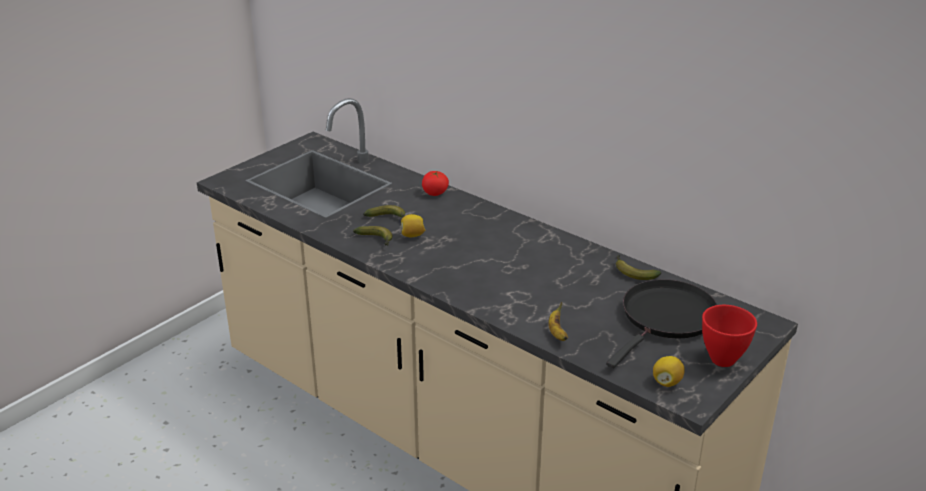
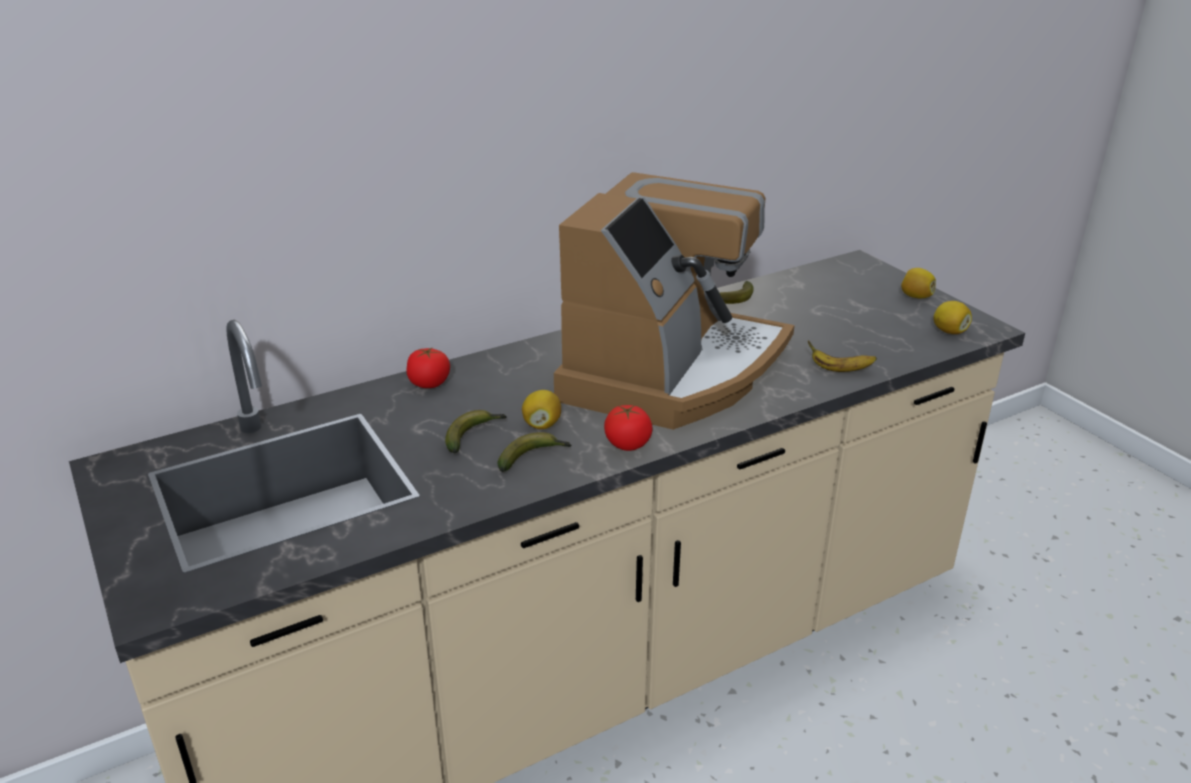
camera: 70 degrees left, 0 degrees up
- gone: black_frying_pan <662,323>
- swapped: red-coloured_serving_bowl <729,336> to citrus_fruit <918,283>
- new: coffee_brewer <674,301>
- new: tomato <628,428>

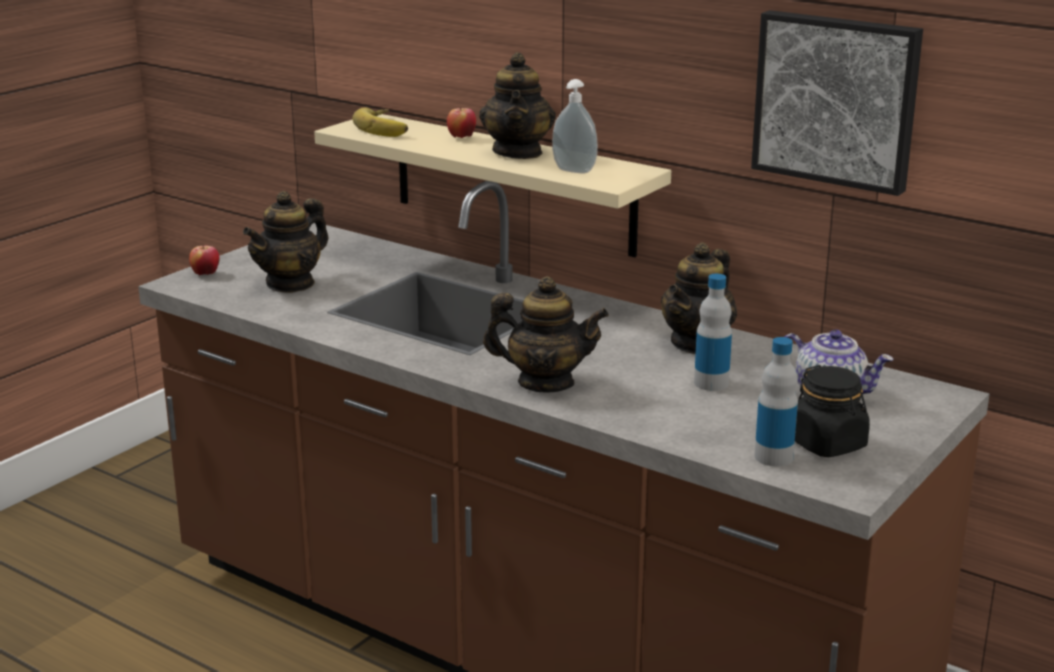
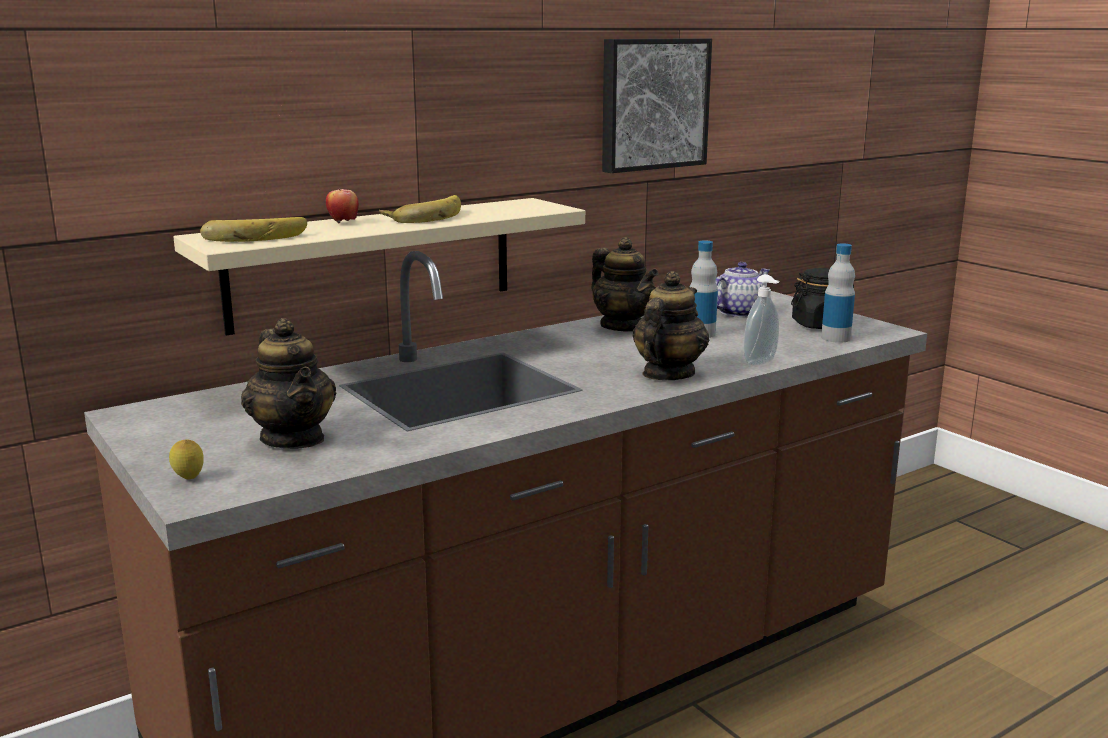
camera: 70 degrees left, 5 degrees down
- swapped: apple_fruit <204,260> to citrus_fruit <186,460>
- swapped: tea_pot <517,105> to banana <420,209>
- shifted: soap_dispenser <575,126> to <762,320>

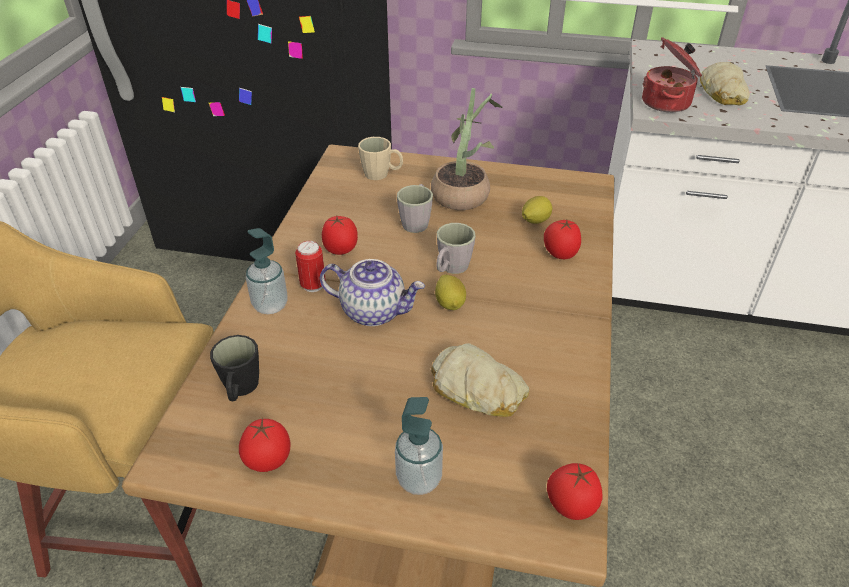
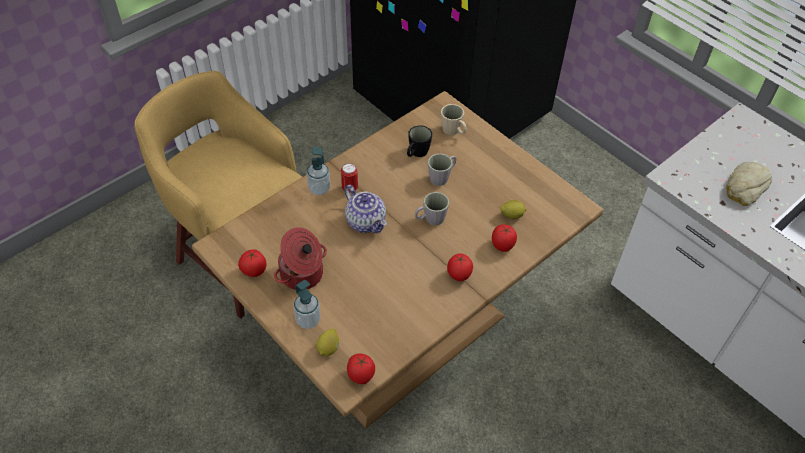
camera: 35 degrees right, 10 degrees up
- shifted: black_mug <234,368> to <419,141>
- shifted: tomato <340,235> to <460,267>
- gone: potted_plant <467,149>
- gone: bread <480,380>
- shifted: citrus_fruit <450,292> to <327,342>
- shifted: stockpot <672,74> to <300,258>

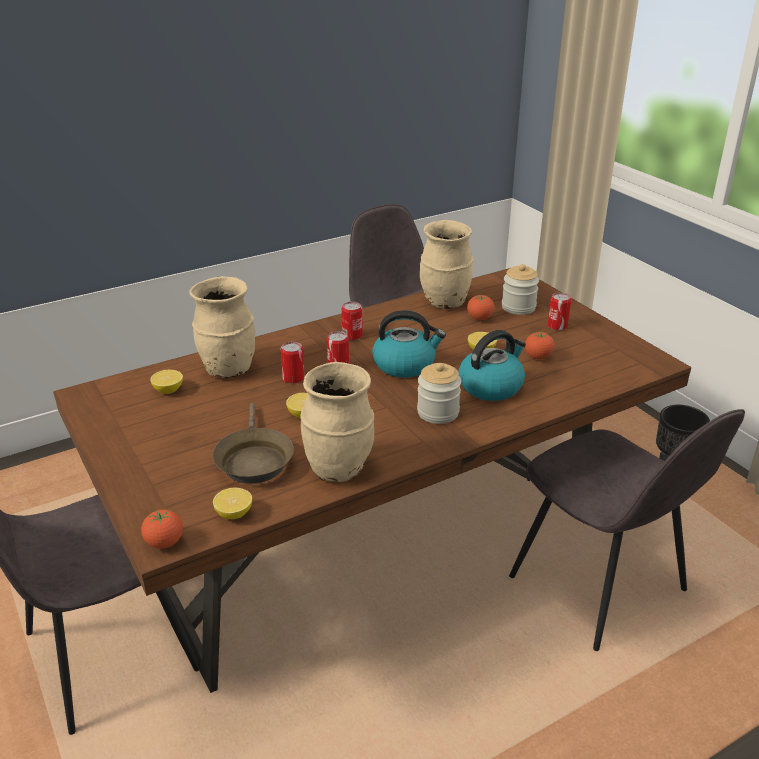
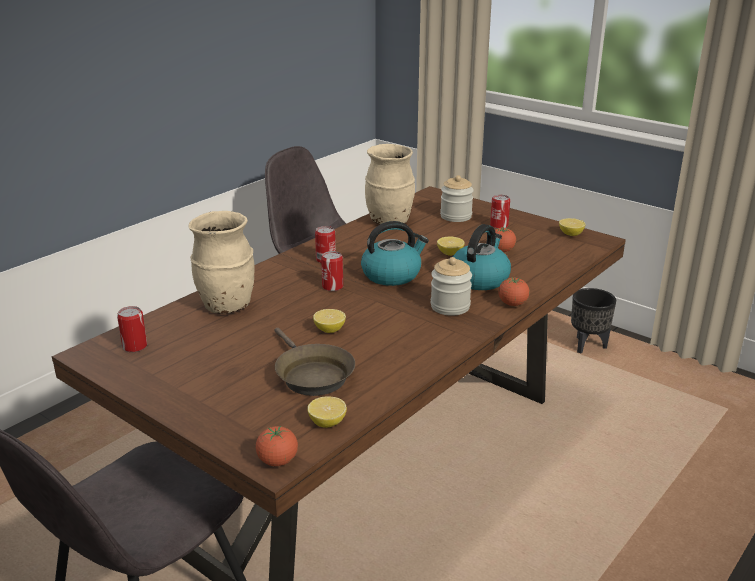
camera: 20 degrees left, 5 degrees down
- shifted: citrus_fruit <166,382> to <572,227>
- shifted: metal_can <293,363> to <132,329>
- gone: sand-coloured_vase <337,422>
- shifted: tomato <481,307> to <513,291>
- gone: gray_chair <627,530>

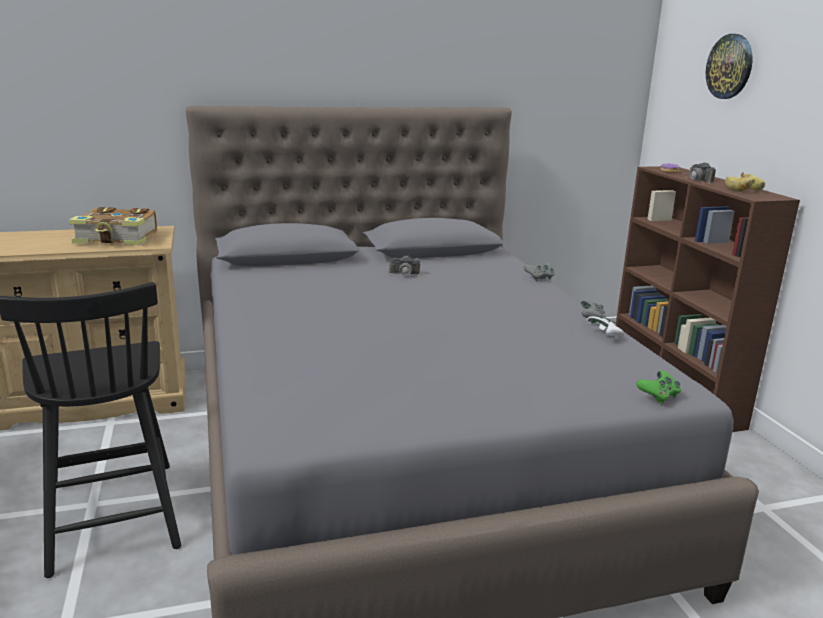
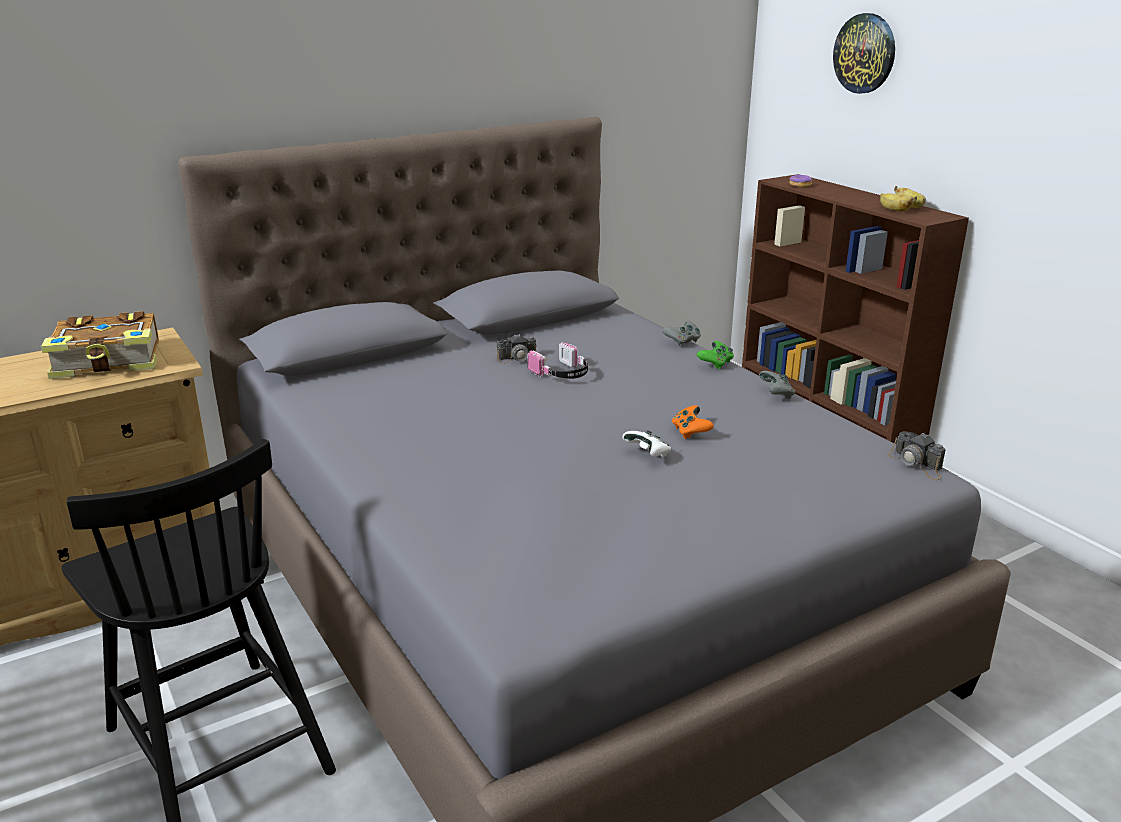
camera: 15 degrees left, 5 degrees up
- shifted: whitish_joypad <605,327> to <646,443>
- shifted: green-coloured_joypad <658,387> to <715,355>
- shifted: still_camera <700,173> to <917,455>
- new: headphones <557,360>
- new: orangey_joypad <693,422>

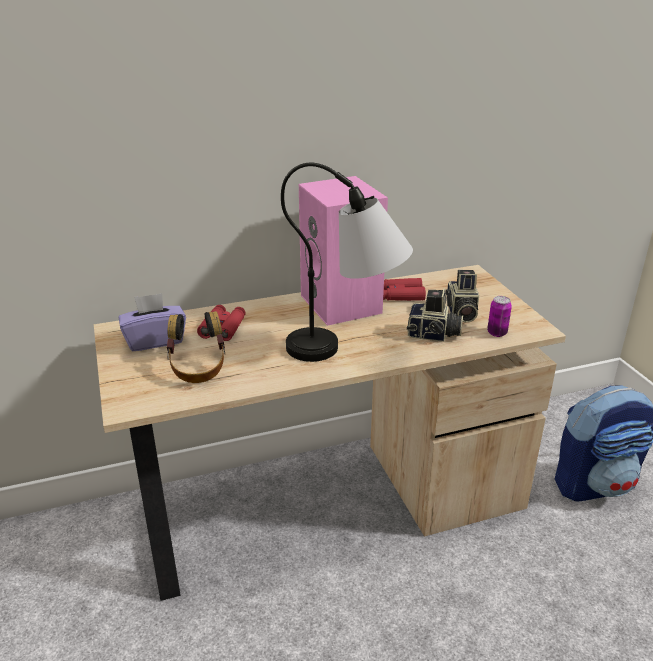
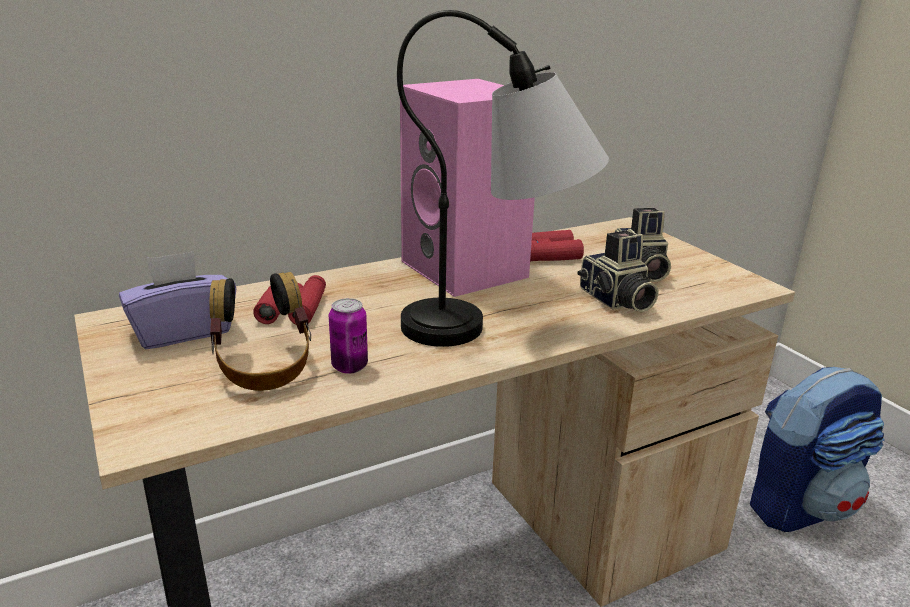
camera: 10 degrees left, 5 degrees down
- rotated: still_camera <435,315> = <618,272> 60 degrees clockwise
- shifted: metal_can <499,316> to <348,336>

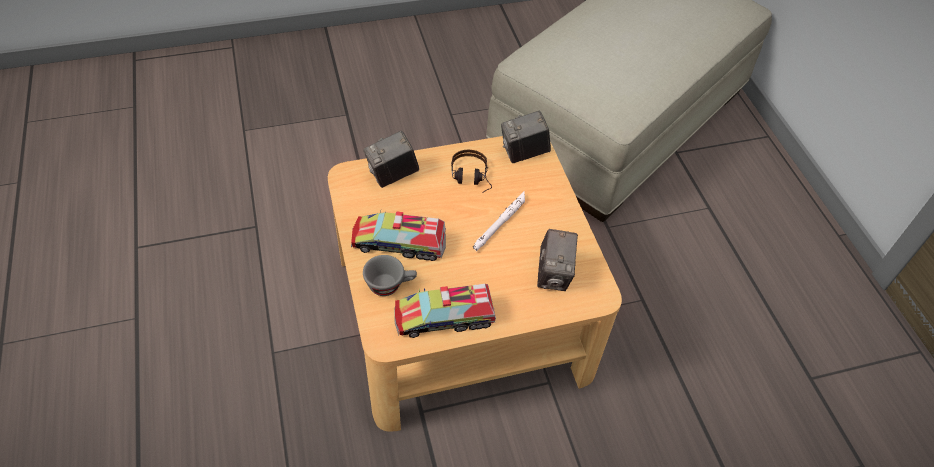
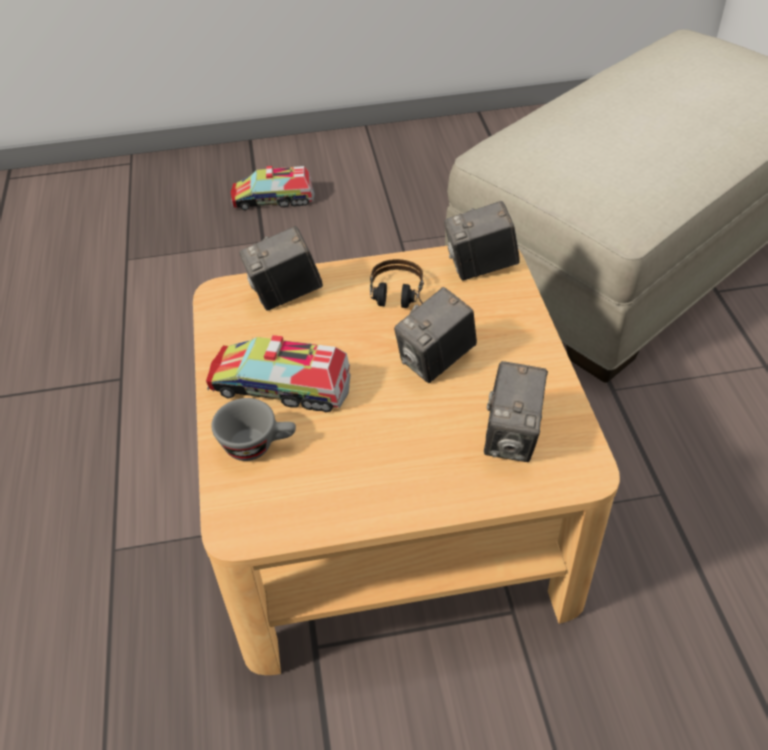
camera: 10 degrees right, 5 degrees down
- shifted: toy_lorry <445,311> to <273,188>
- swapped: whitish_hand_torch <499,221> to still_camera <435,335>

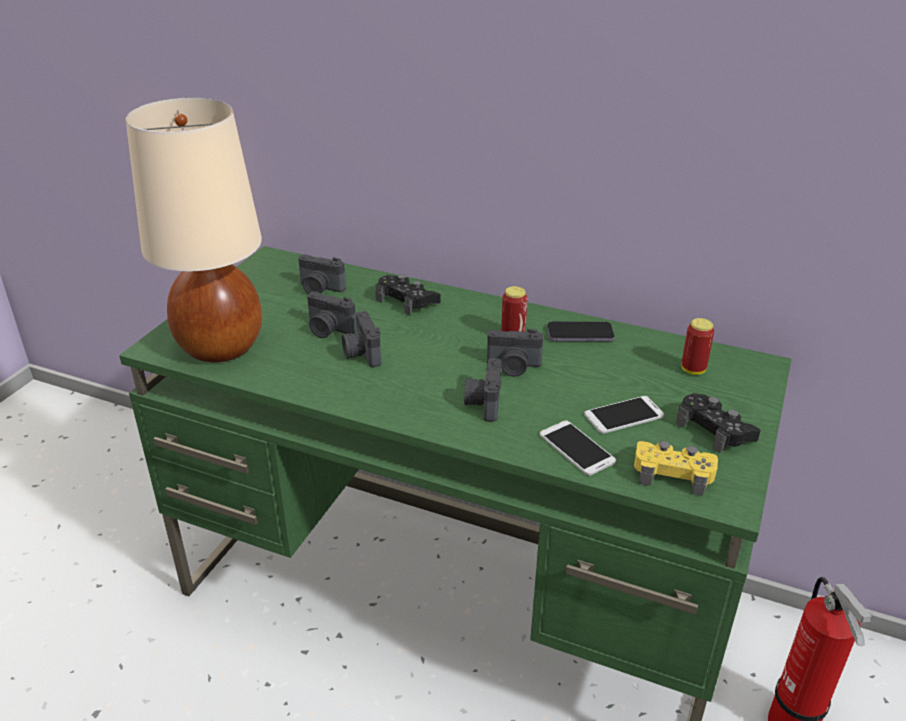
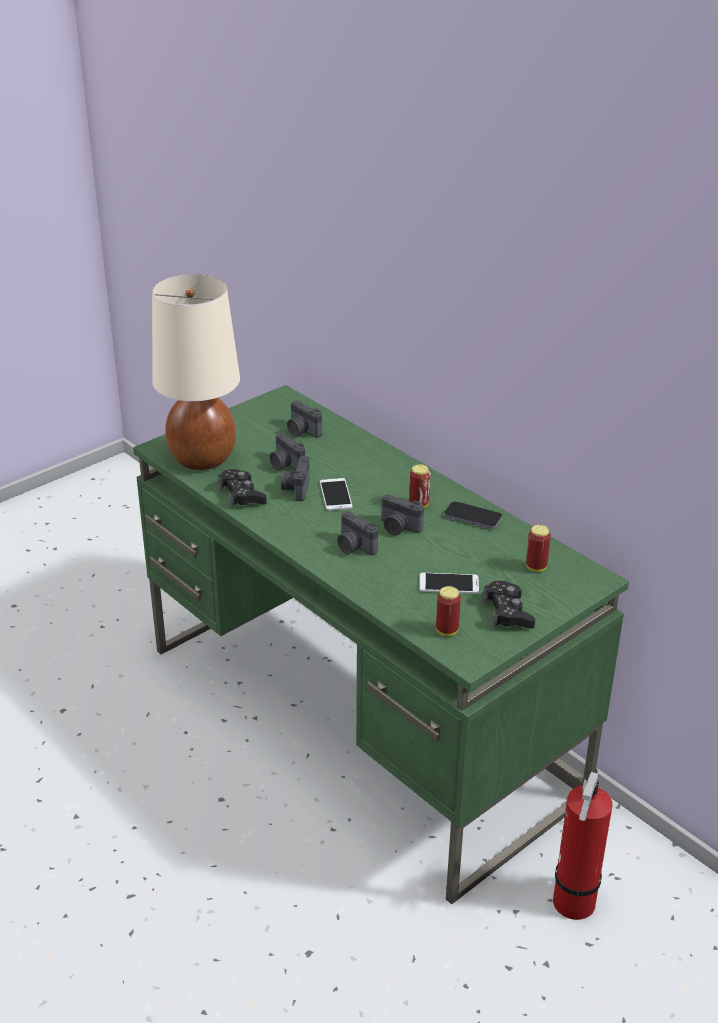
camera: 25 degrees right, 0 degrees up
- shifted: black_joypad <408,295> to <242,488>
- rotated: still_camera <483,390> = <357,533> 75 degrees counterclockwise
- shifted: telephone <578,448> to <336,494>
- swapped: yellowish_joypad <676,468> to metal_can <448,611>

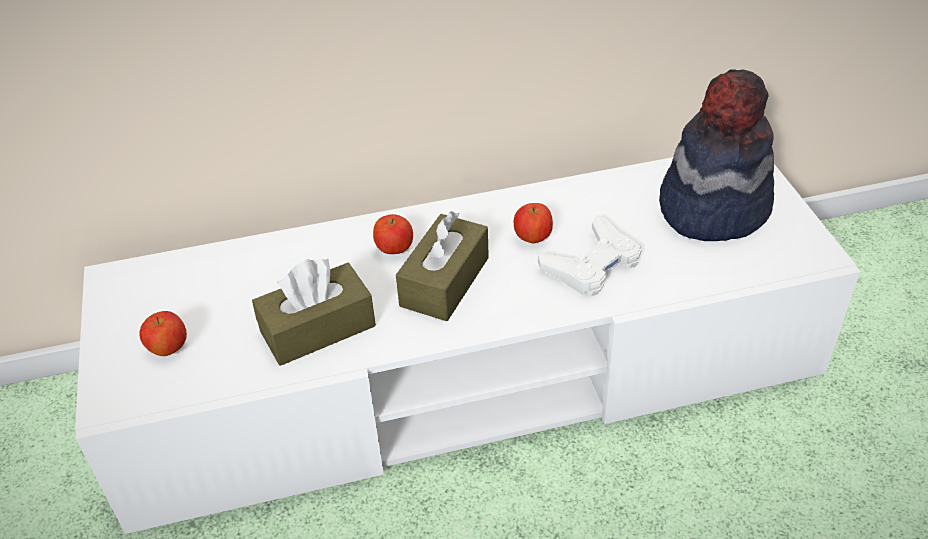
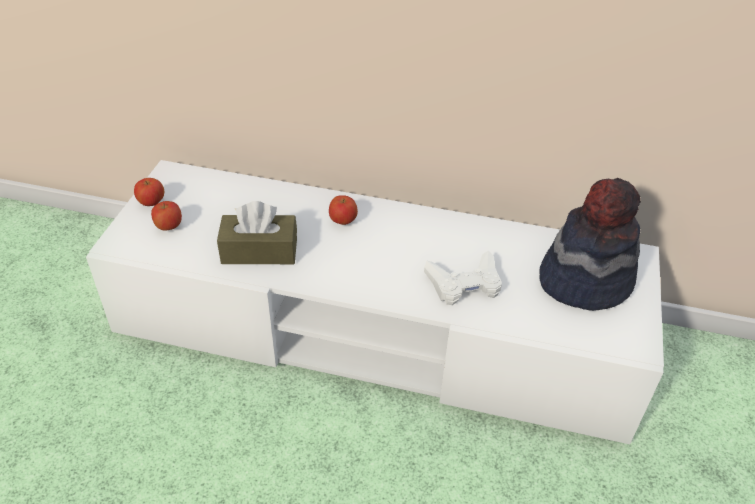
camera: 25 degrees right, 0 degrees up
- gone: brown_tissue_holder <442,266>
- shifted: apple_fruit <533,223> to <149,192>

